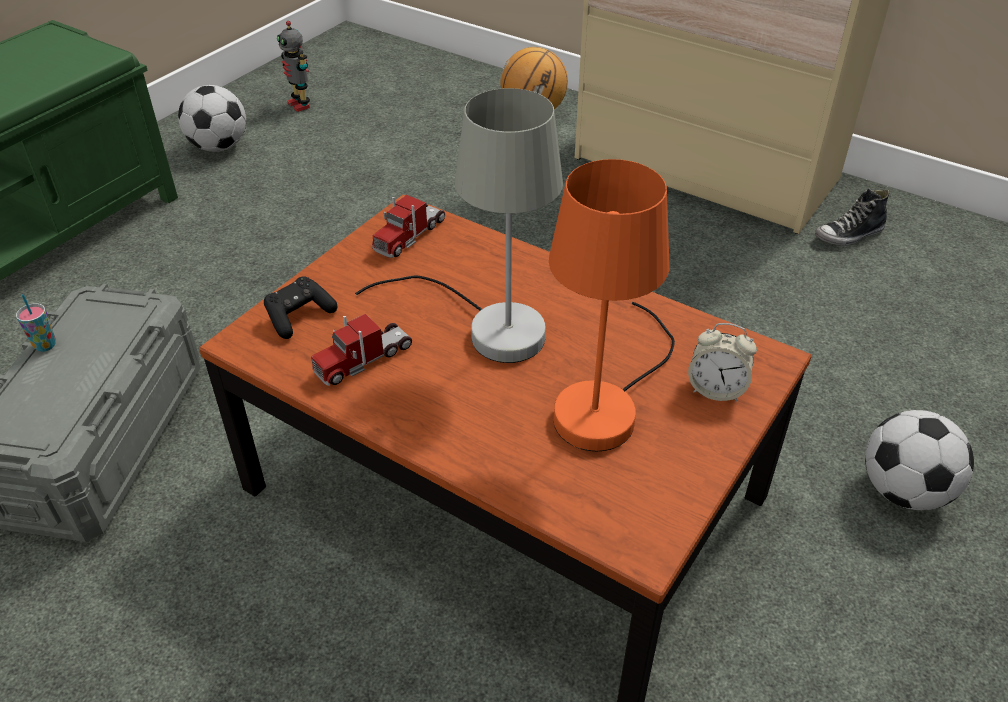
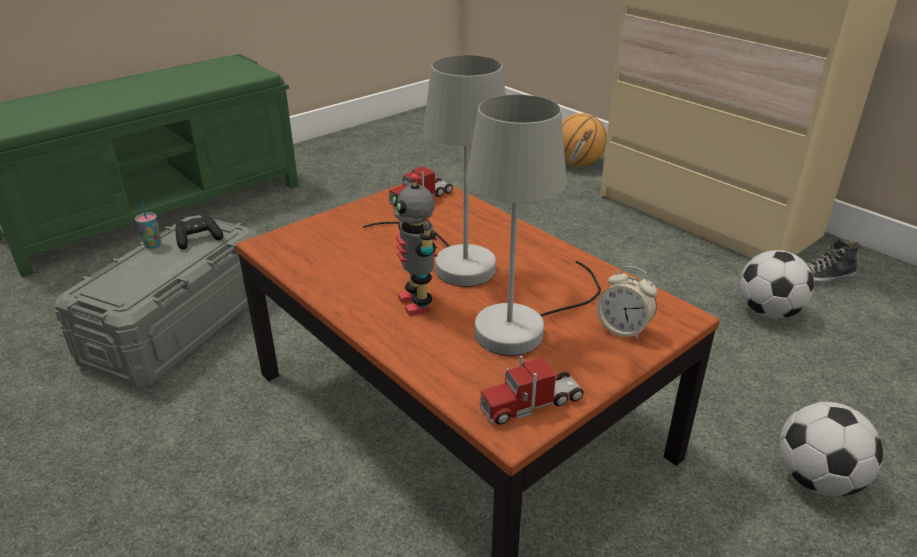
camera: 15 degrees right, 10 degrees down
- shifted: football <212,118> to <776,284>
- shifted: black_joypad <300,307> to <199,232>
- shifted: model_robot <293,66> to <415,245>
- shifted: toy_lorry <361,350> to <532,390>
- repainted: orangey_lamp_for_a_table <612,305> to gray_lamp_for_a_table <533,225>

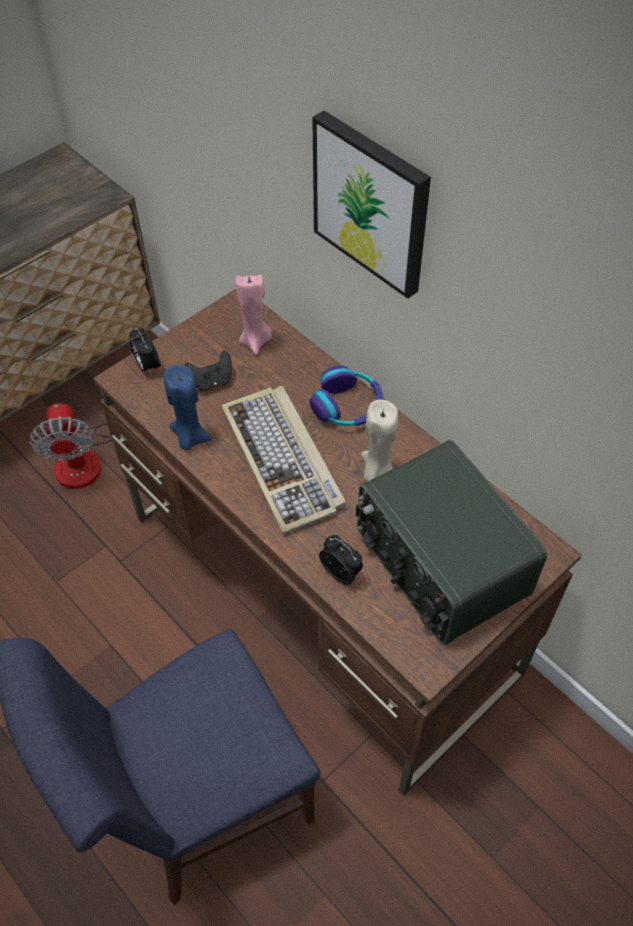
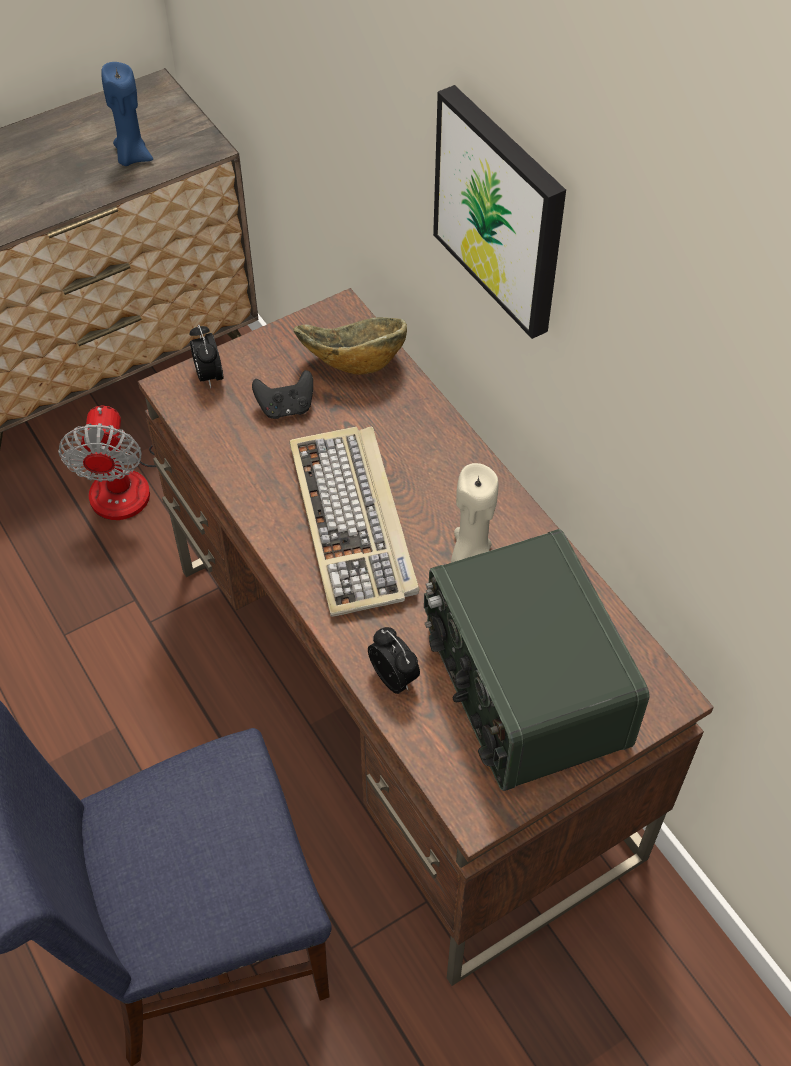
camera: 10 degrees right, 0 degrees up
- shifted: blue-coloured_wax_light <188,407> to <127,114>
- swapped: pink_wax_light <253,314> to serving_bowl <350,346>
- gone: headphones <346,396>

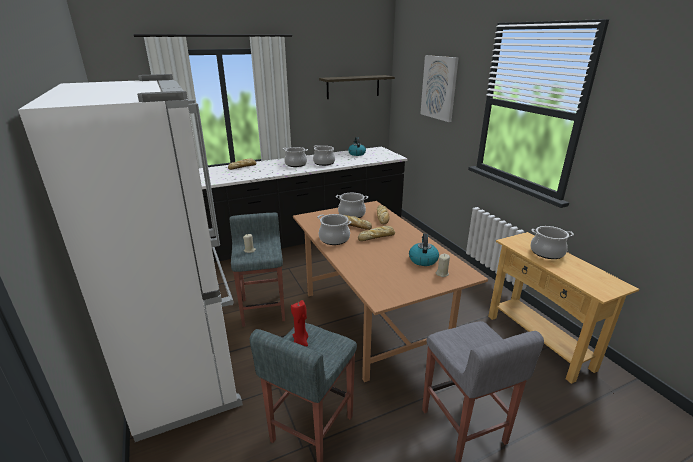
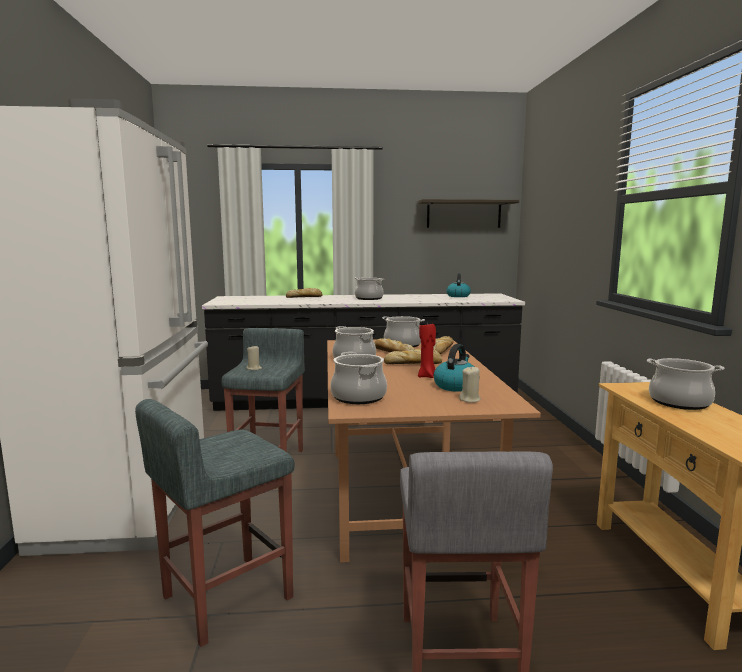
camera: 20 degrees right, 15 degrees down
- shifted: red-coloured_wax_light <299,323> to <427,350>
- shifted: stockpot <324,155> to <358,378>
- gone: wall_picture <439,88>

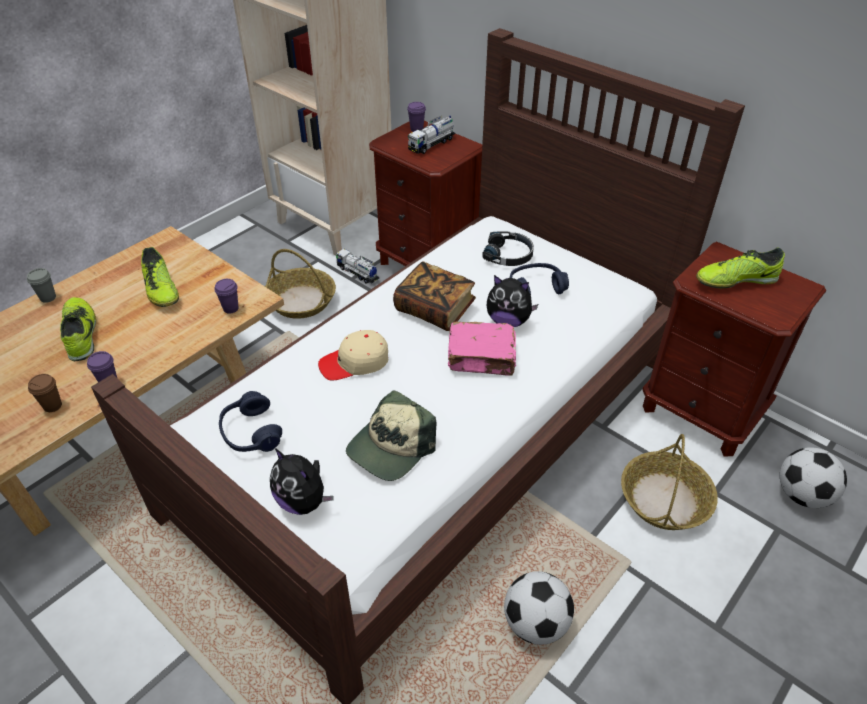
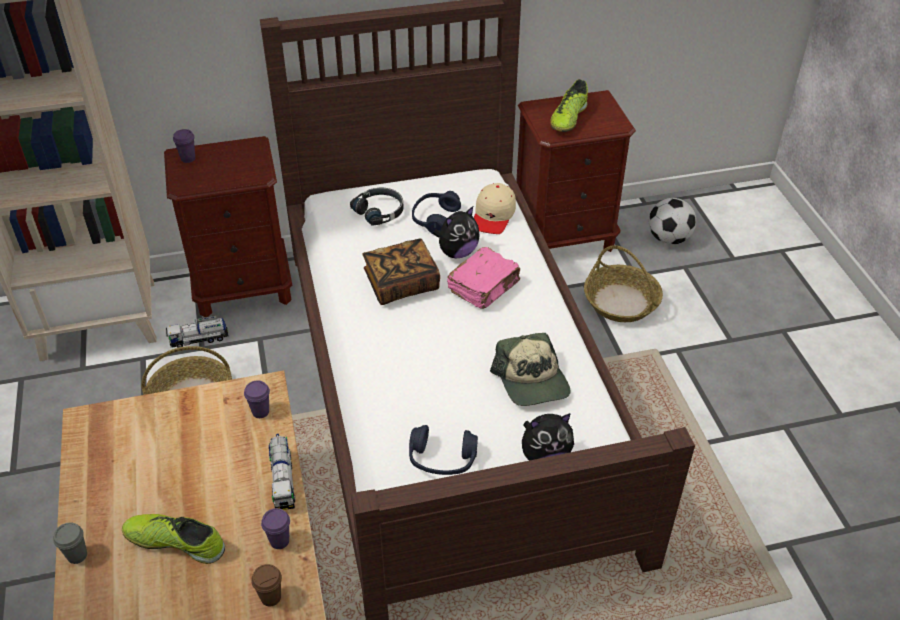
camera: 55 degrees left, 0 degrees up
- gone: shoe <160,277>
- shifted: sand-coloured_baseball_cap <353,355> to <495,208>
- shifted: toy_lorry <431,134> to <282,472>
- gone: football <539,608>

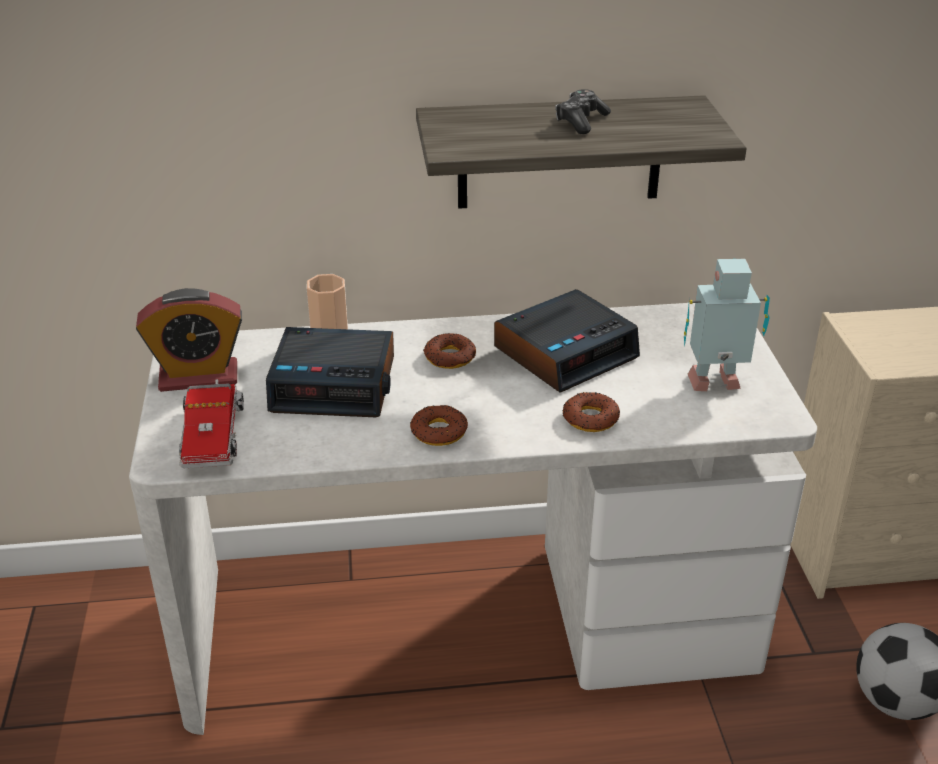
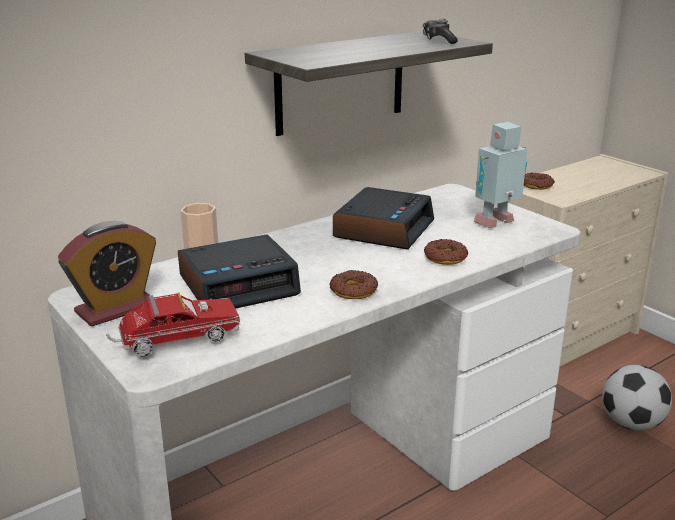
camera: 30 degrees left, 10 degrees down
- rotated: toy_lorry <211,423> = <173,324> 75 degrees counterclockwise
- shifted: donut <449,351> to <539,181>
- shifted: joypad <583,111> to <440,31>

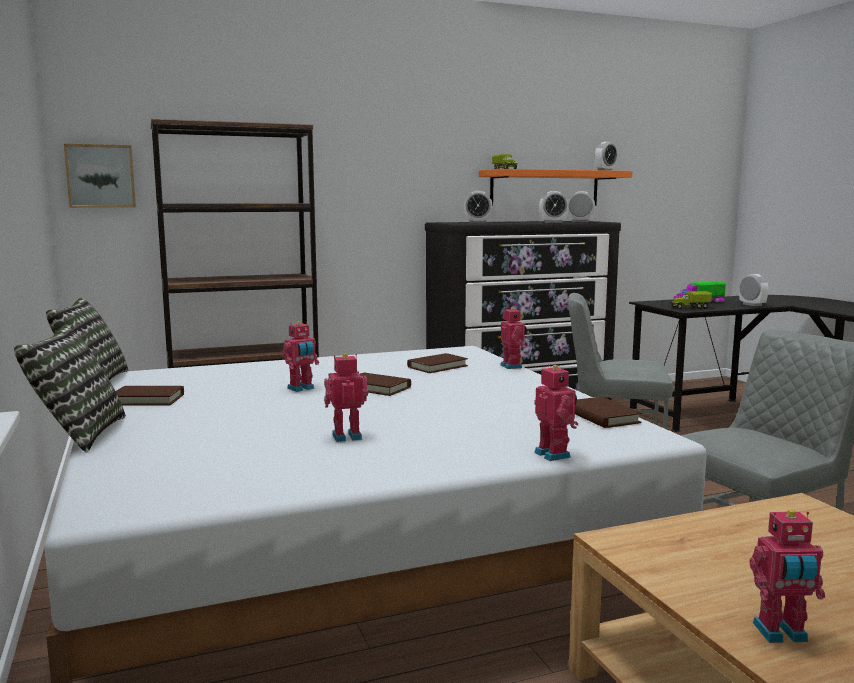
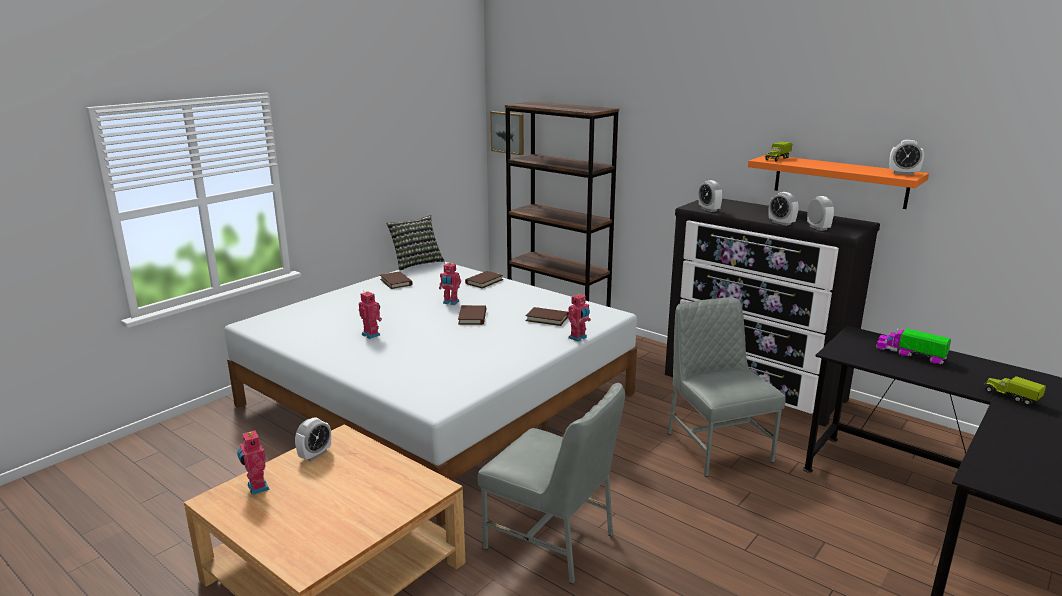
camera: 60 degrees right, 10 degrees up
- gone: cushion <70,388>
- gone: model_robot <556,412>
- shifted: brown_book <608,412> to <484,279>
- shifted: toy_lorry <690,300> to <1014,391>
- shifted: alarm_clock <753,290> to <313,439>

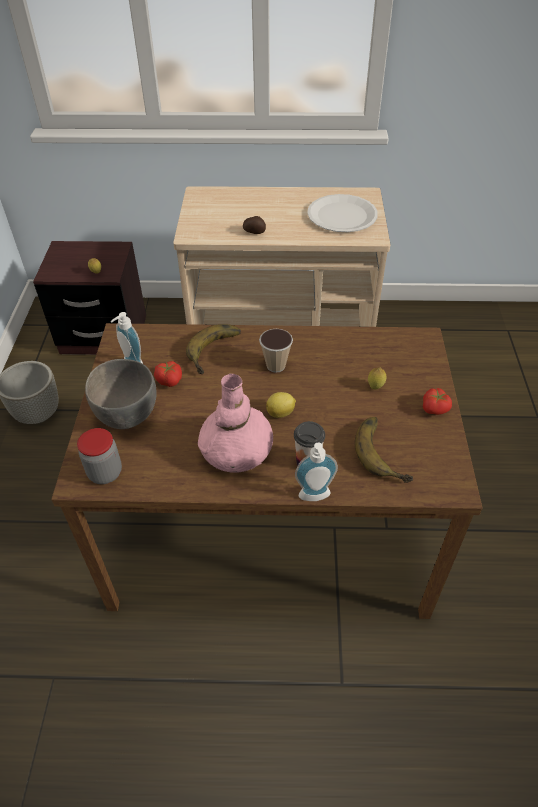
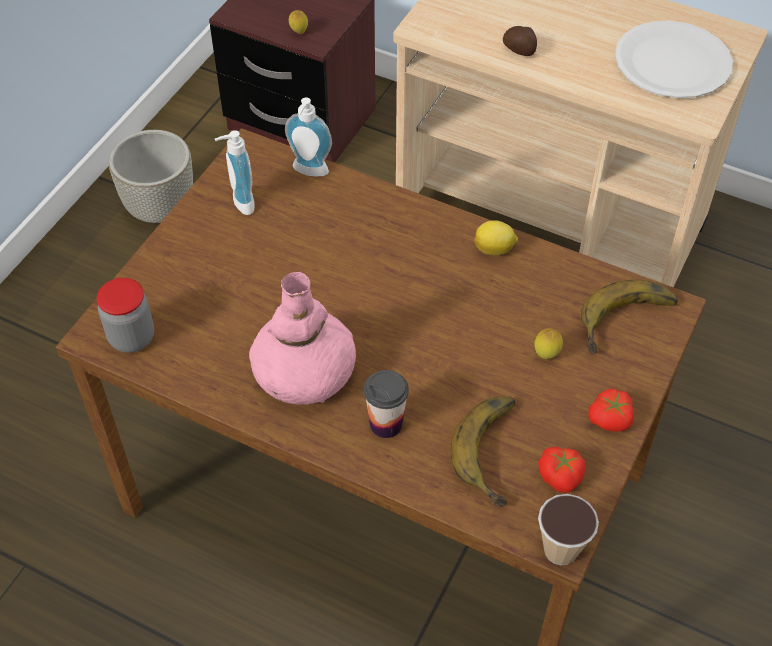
camera: 25 degrees right, 5 degrees up
- gone: gray_serving_bowl <121,394>
- shifted: tomato <168,374> to <561,470>
- shifted: banana <213,349> to <629,316>
- shifted: small_cup <276,351> to <568,529>
- shifted: citrus_fruit <281,405> to <496,237>
- shifted: soap_dispenser <316,472> to <308,136>

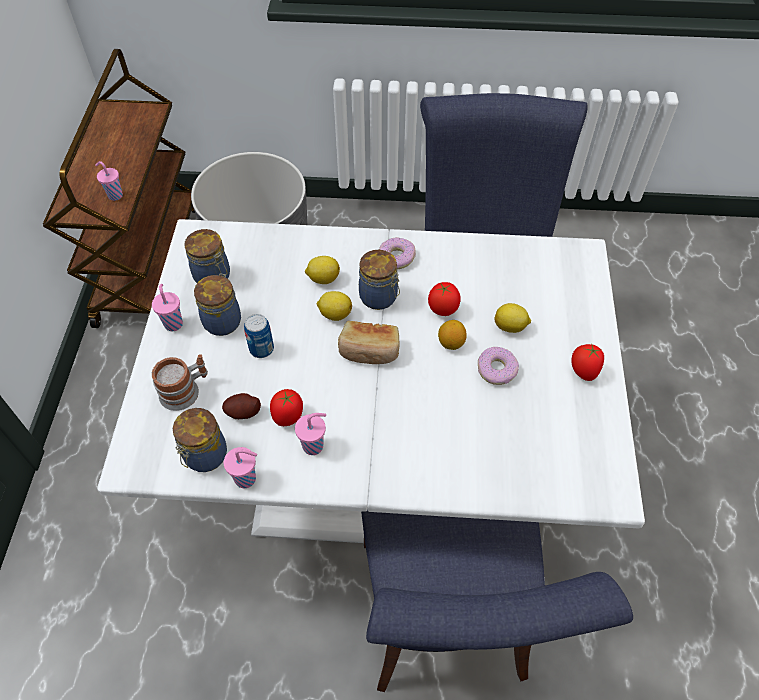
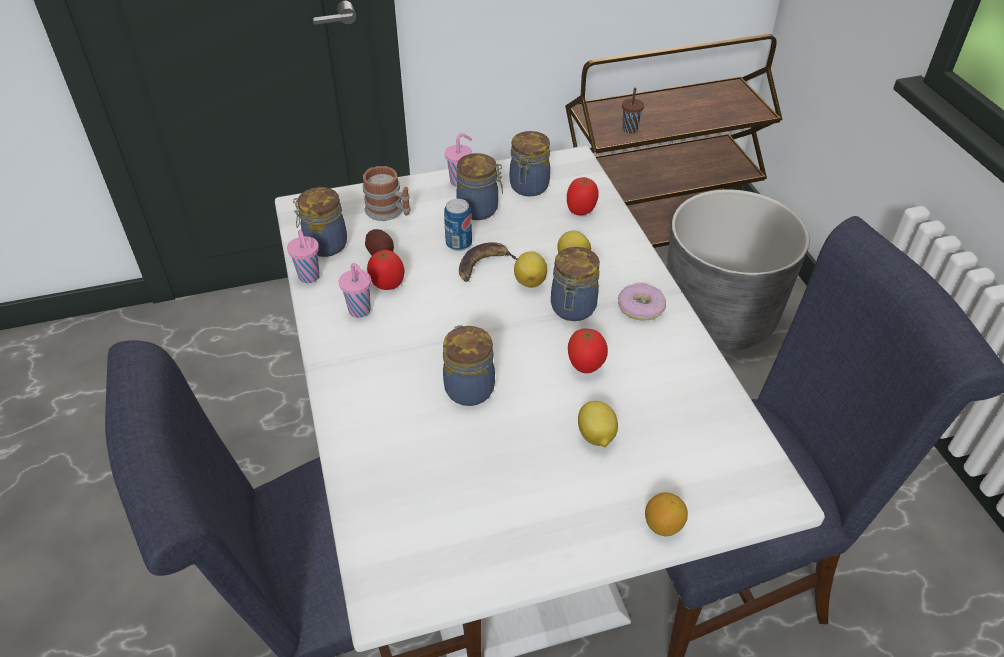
camera: 70 degrees right, 10 degrees down
- repainted: pink_small_cup <109,181> to brown_small_cup <633,110>
- gone: bread <368,342>
- shifted: citrus_fruit <452,335> to <666,514>
- gone: donut <498,366>
- shifted: tomato <587,362> to <583,196>
- new: jar <469,365>
- new: banana <488,262>

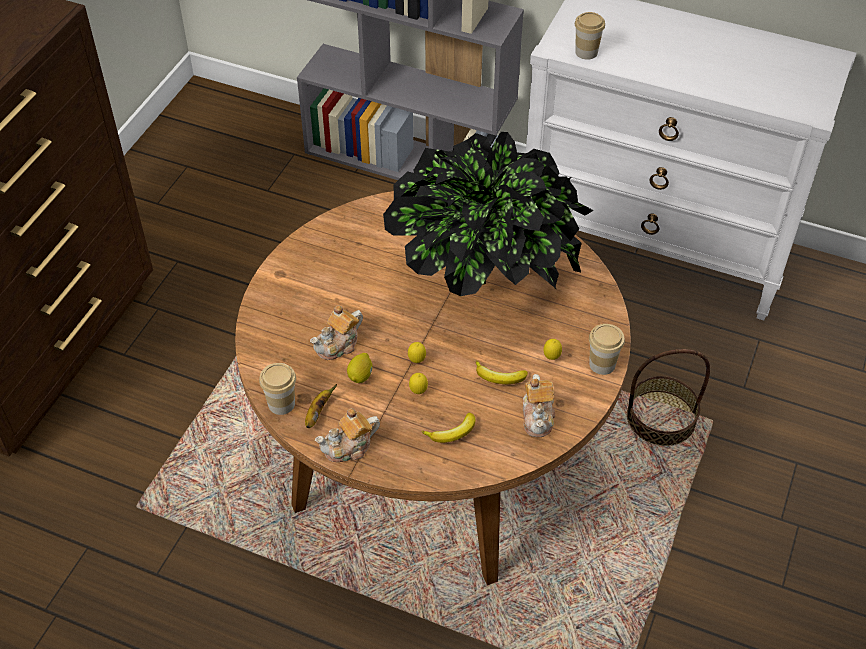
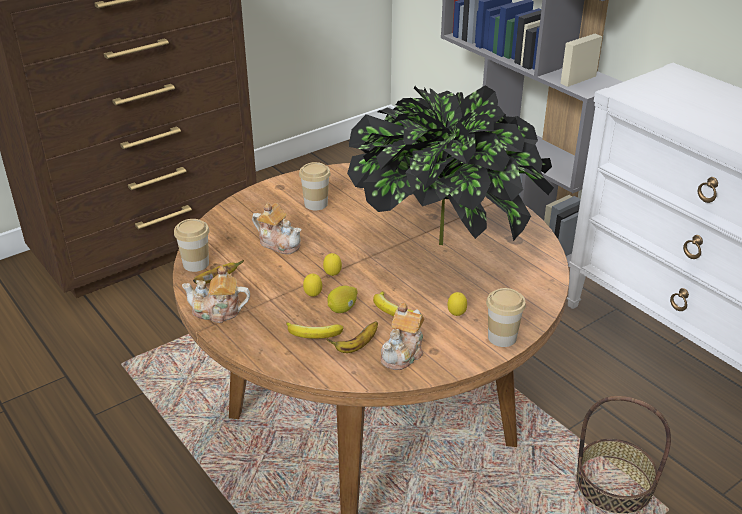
camera: 30 degrees right, 15 degrees down
- rotated: tea_pot <336,332> = <277,228> 135 degrees counterclockwise
- shifted: citrus_fruit <359,368> to <342,299>
- shifted: small_cup <590,36> to <315,186>
- new: banana <352,337>

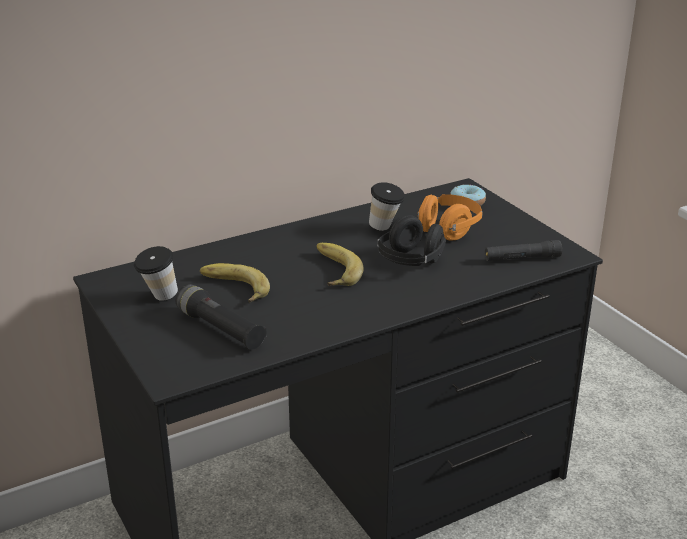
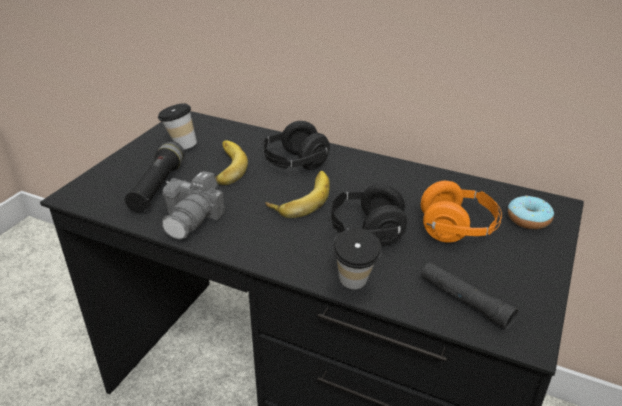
camera: 55 degrees right, 5 degrees up
- shifted: small_cup <387,206> to <357,258>
- new: still_camera <193,205>
- new: black_headphones <295,145>

